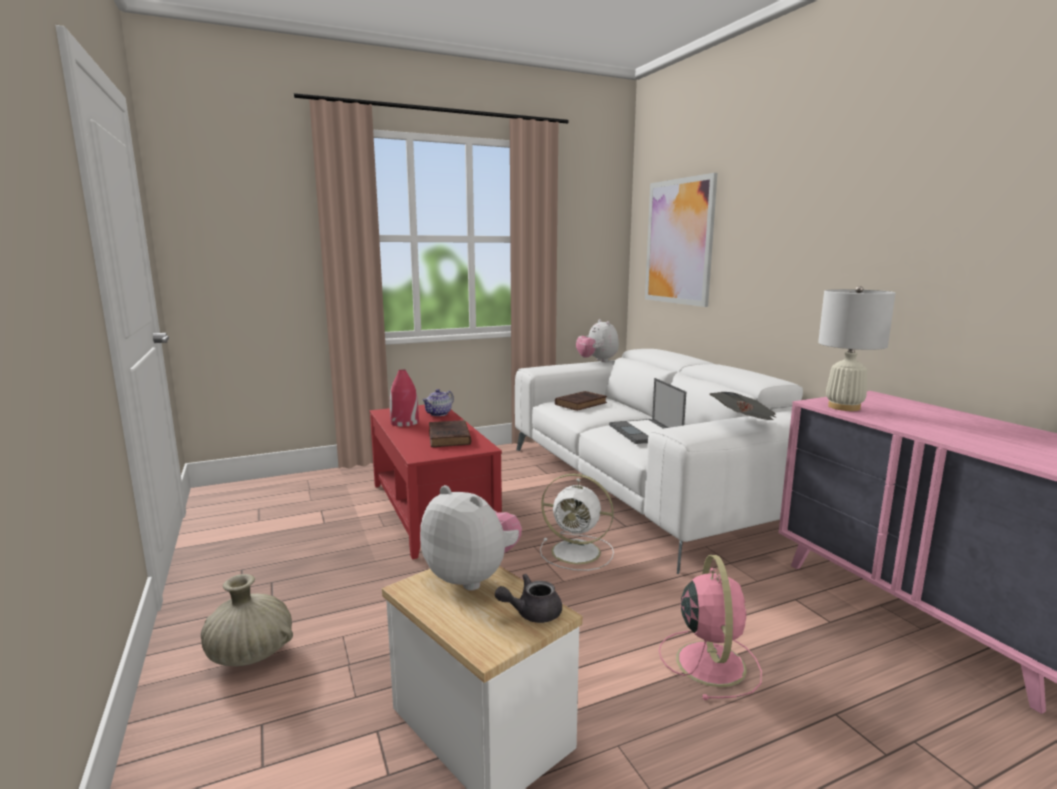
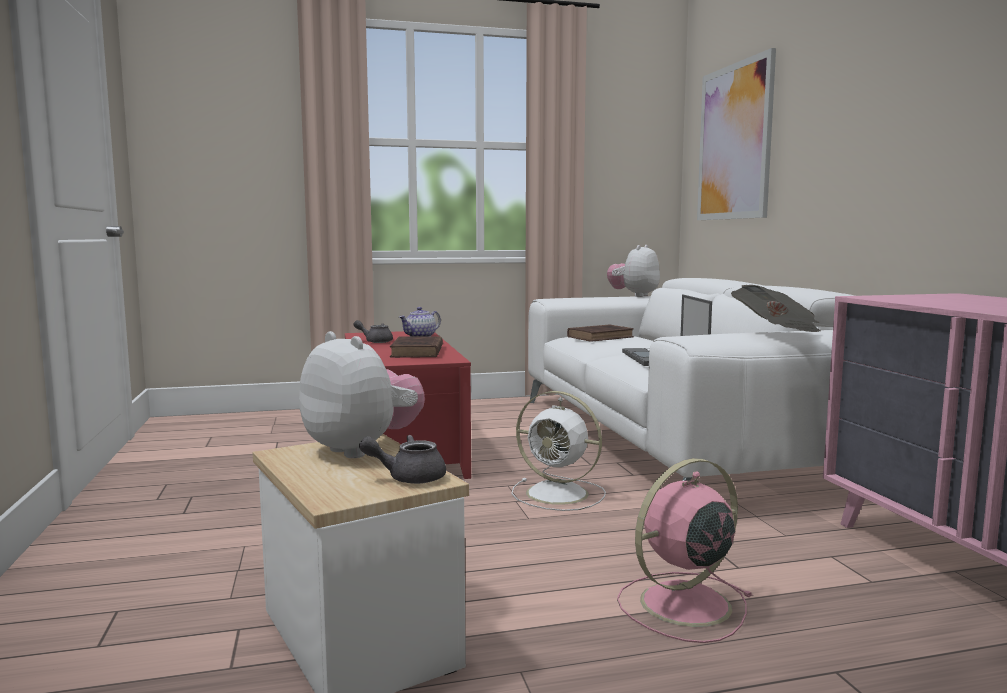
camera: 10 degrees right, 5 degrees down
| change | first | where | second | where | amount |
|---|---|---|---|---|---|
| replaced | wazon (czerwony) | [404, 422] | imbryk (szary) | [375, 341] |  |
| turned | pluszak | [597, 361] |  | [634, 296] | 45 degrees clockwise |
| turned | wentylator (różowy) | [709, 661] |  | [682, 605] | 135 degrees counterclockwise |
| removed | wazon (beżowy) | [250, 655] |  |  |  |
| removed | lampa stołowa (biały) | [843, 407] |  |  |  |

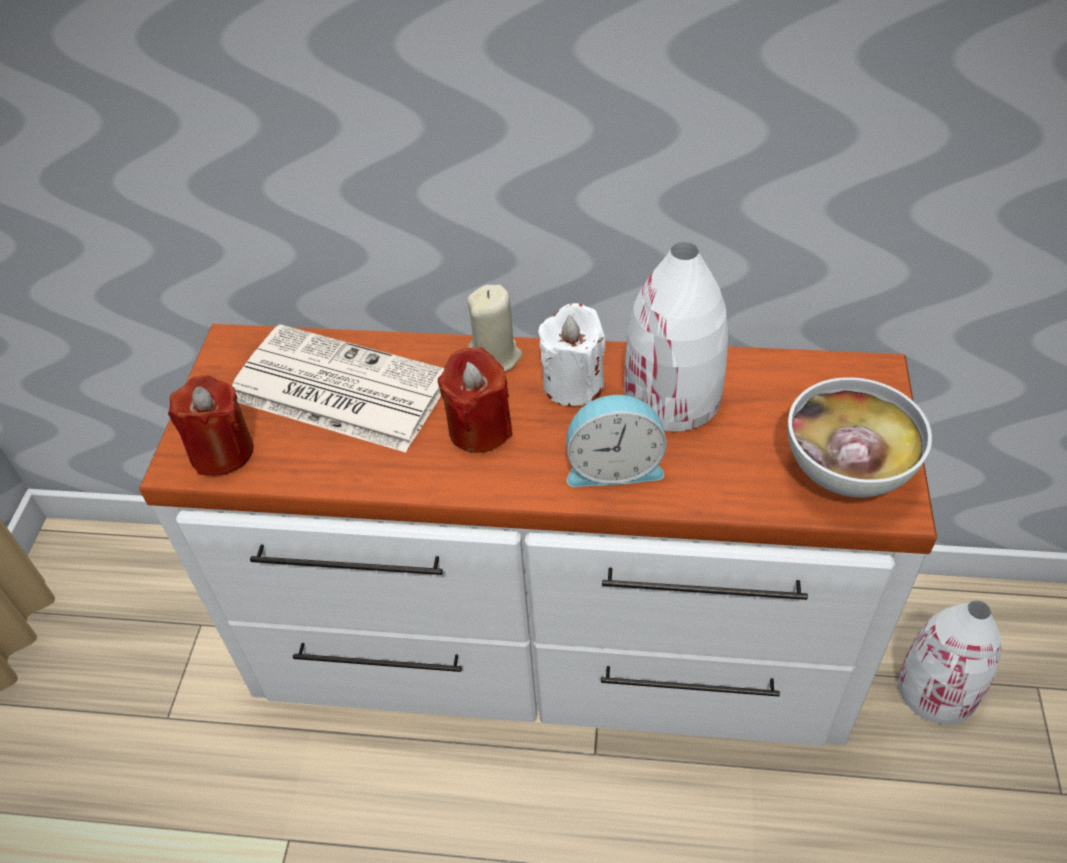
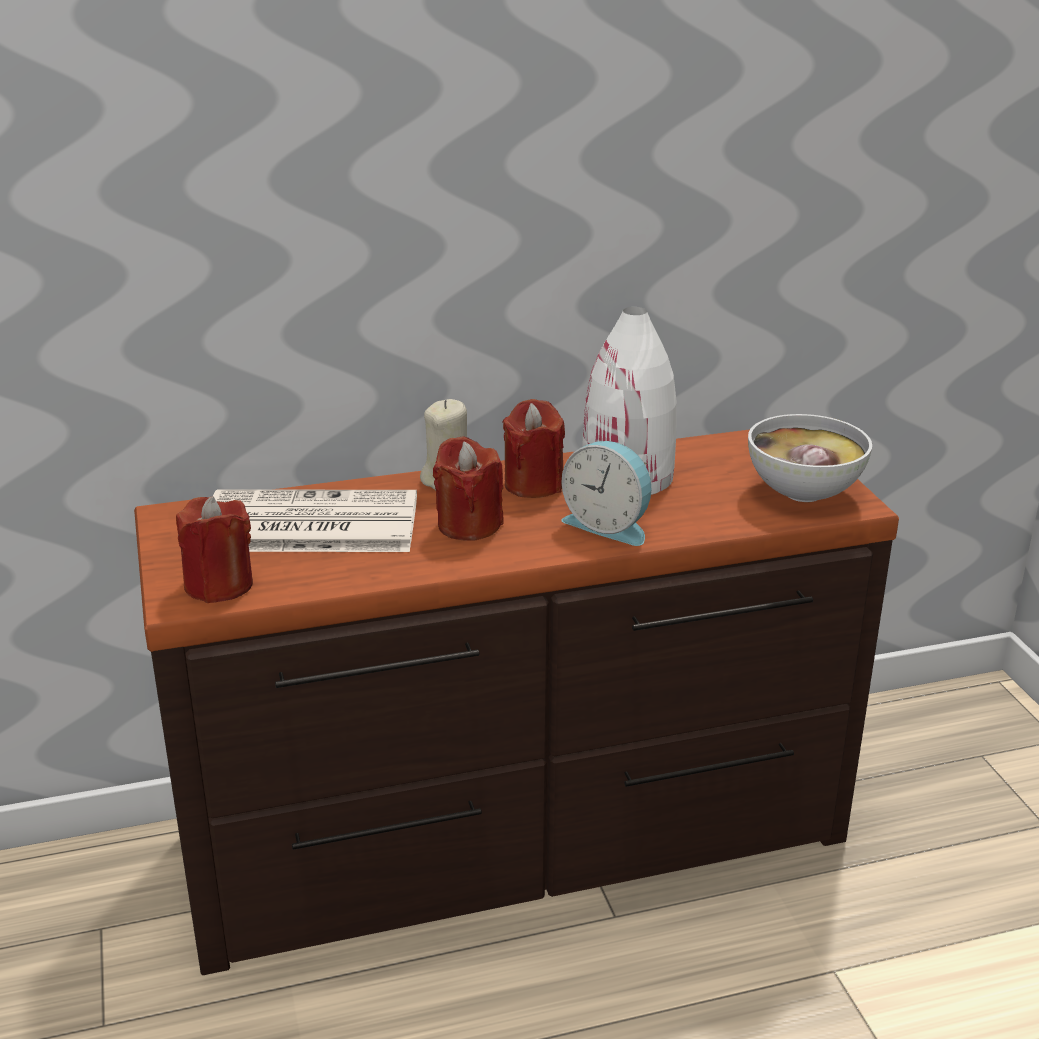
camera: 25 degrees left, 20 degrees down
| change | first | where | second | where | amount |
|---|---|---|---|---|---|
| recoloured | komoda (biały) | [548, 645] | komoda (brązowy) | [517, 841] |  |
| recoloured | świeca (biały) | [573, 384] | świeca (czerwony) | [533, 484] |  |
| turned | budzik | [613, 466] |  | [609, 525] | 60 degrees clockwise |
| removed | wazon (biały) | [938, 688] |  |  |  |

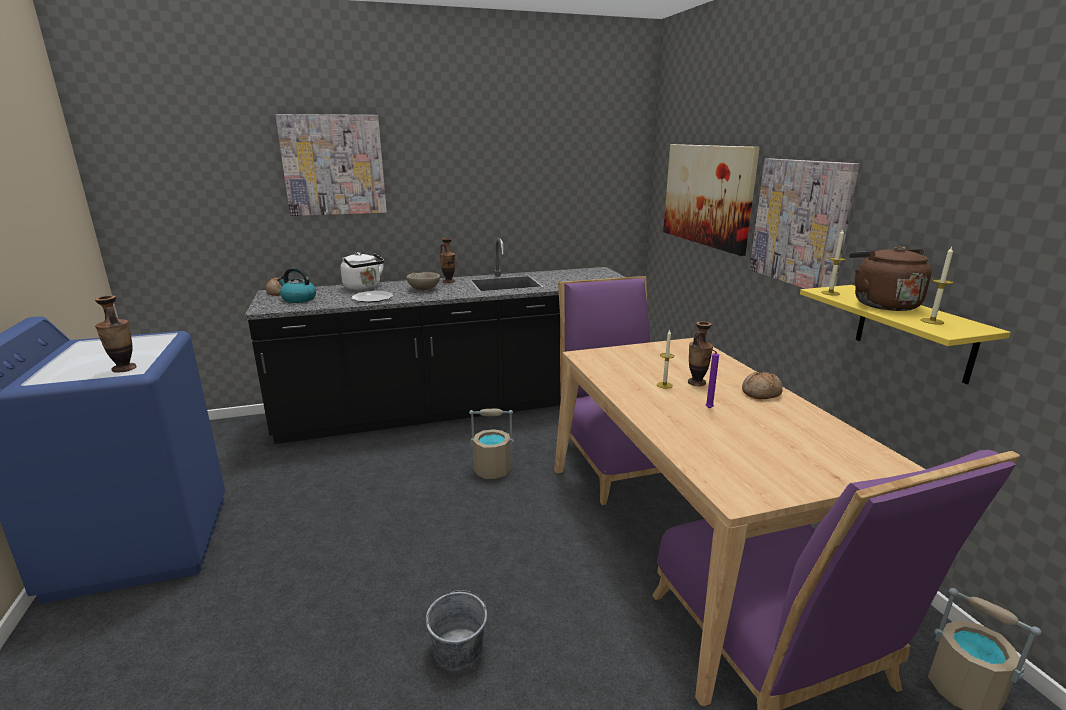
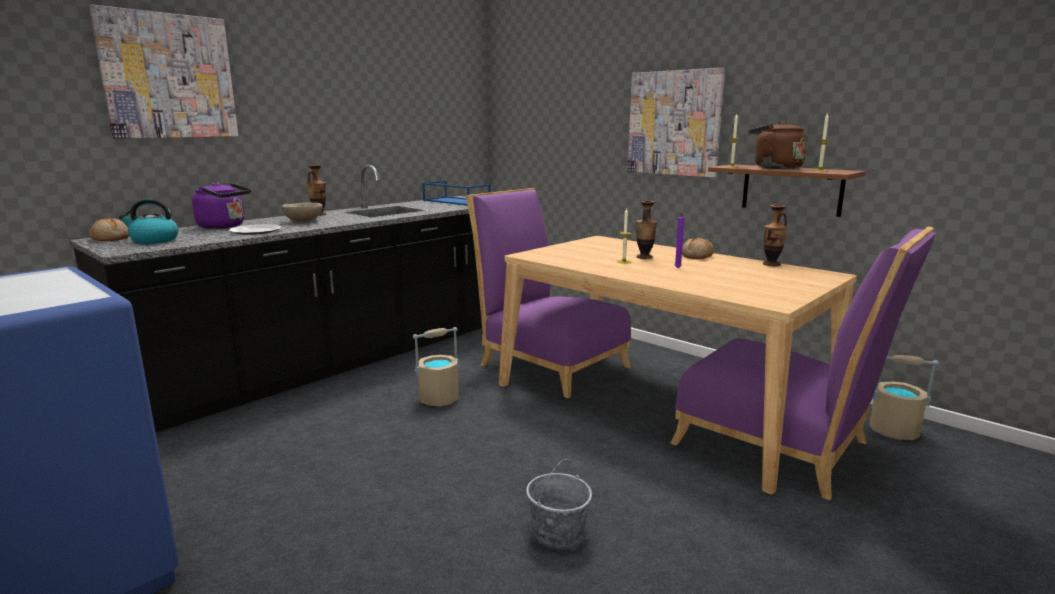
camera: 30 degrees left, 5 degrees down
| change | first | where | second | where | amount |
|---|---|---|---|---|---|
| recoloured | czajnik (biały) | [364, 288] | czajnik (fioletowy) | [224, 226] |  |
| added |  |  | taca (niebieski) | [455, 201] |  |
| recoloured | półka (żółty) | [913, 332] | półka (brązowy) | [791, 189] |  |
| moved | wazon | [124, 368] |  | [771, 264] |  |
| removed | obraz | [707, 195] |  |  |  |

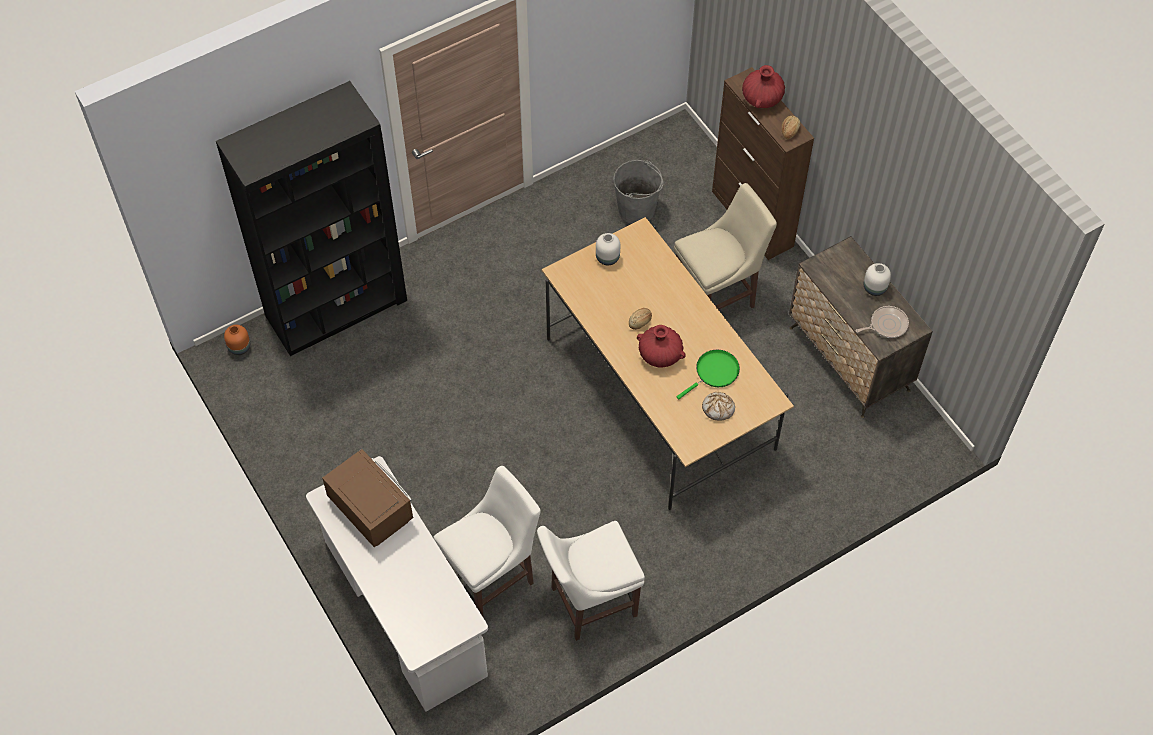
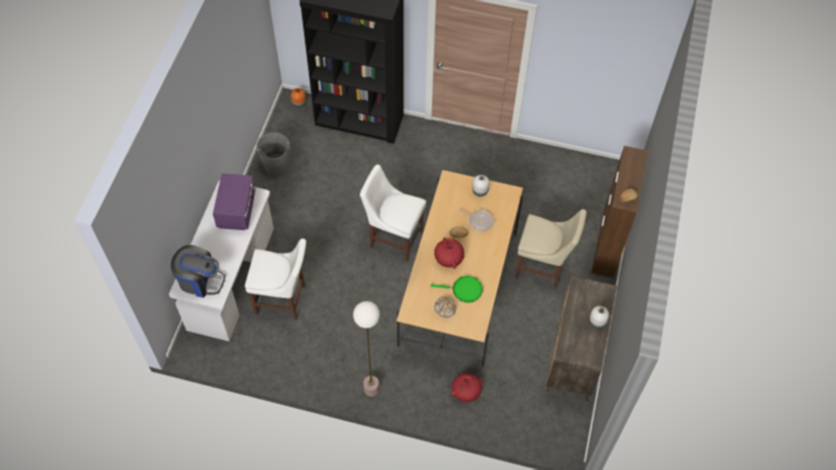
camera: 45 degrees right, 0 degrees up
| change | first | where | second | where | amount |
|---|---|---|---|---|---|
| added |  |  | ekspres do kawy | [200, 280] |  |
| recoloured | mikrofalówka (brązowy) | [371, 509] | mikrofalówka (fioletowy) | [237, 210] |  |
| moved | wiadro (szary) | [636, 209] |  | [276, 165] |  |
| added |  |  | lampa stojąca | [371, 389] |  |
| moved | krzesło (biały) | [589, 602] |  | [393, 238] |  |
| moved | wazon (czerwony) | [762, 98] |  | [466, 391] |  |
| moved | patelnia | [886, 324] |  | [479, 221] |  |

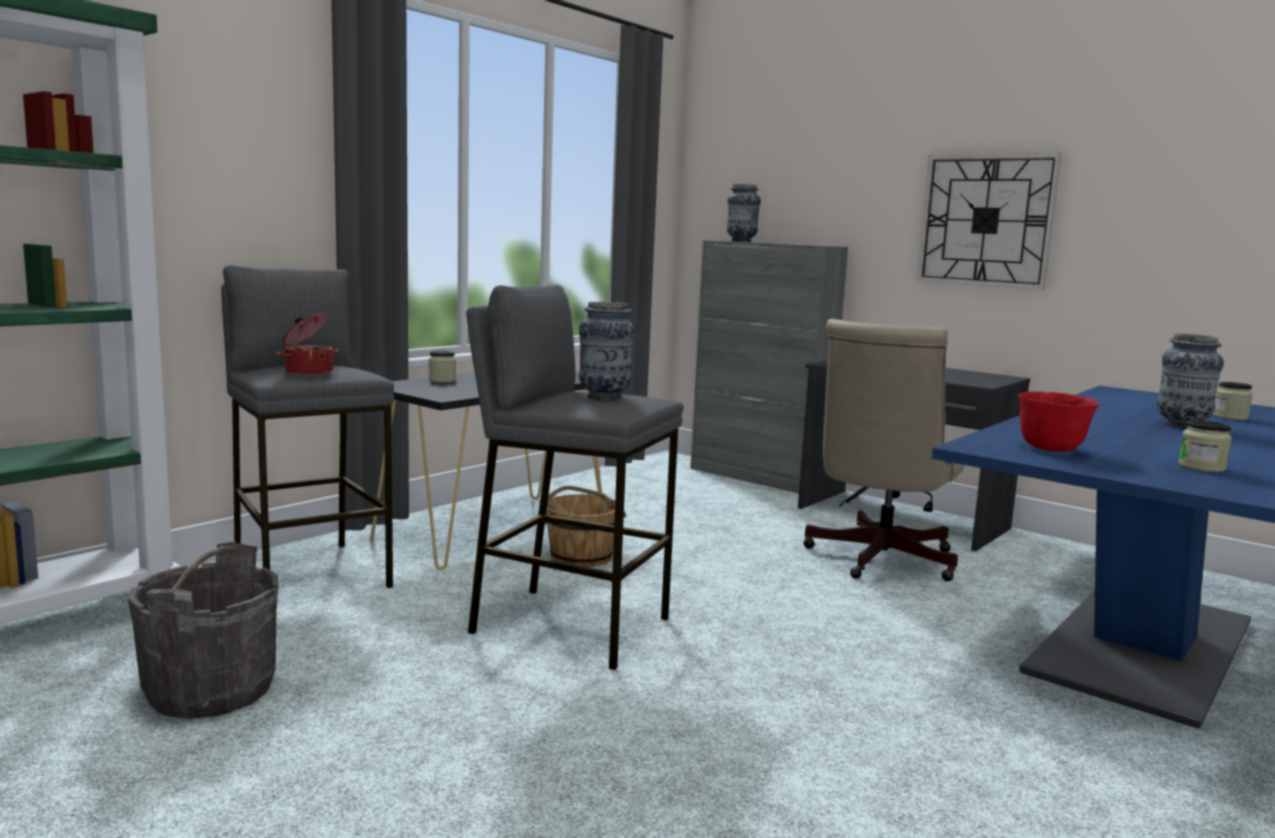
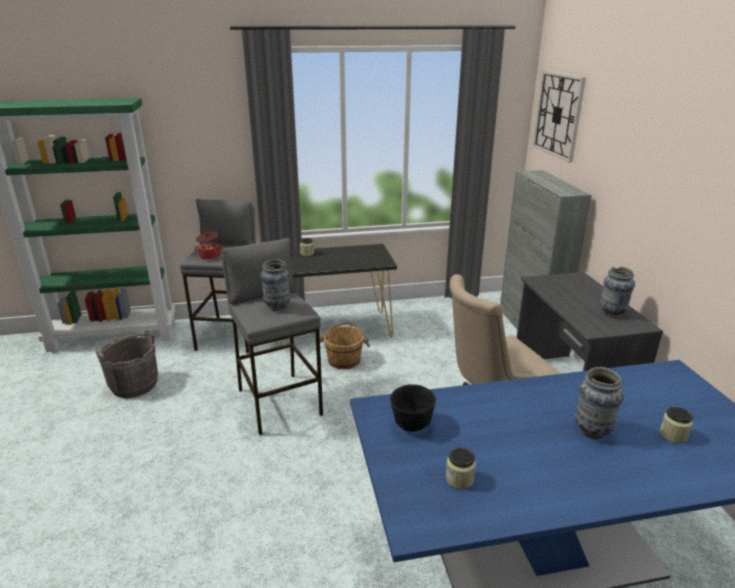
camera: 40 degrees right, 15 degrees up
| change | first | where | second | where | amount |
|---|---|---|---|---|---|
| recoloured | miska (czerwony) | [1052, 449] | miska (czarny) | [412, 425] |  |
| moved | zegar ścienny | [986, 220] |  | [558, 115] |  |
| moved | wazon | [741, 241] |  | [612, 313] |  |

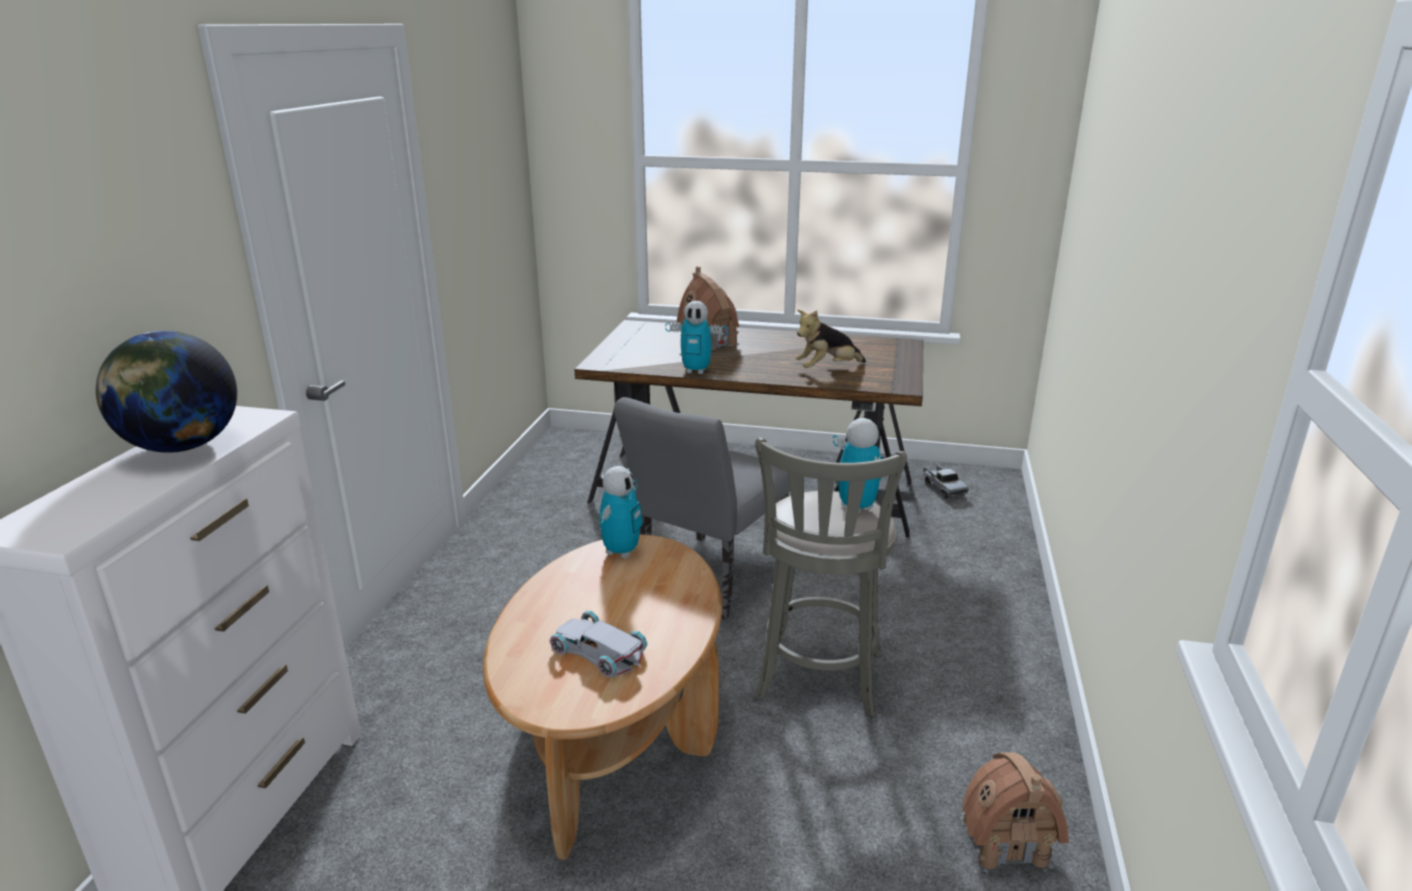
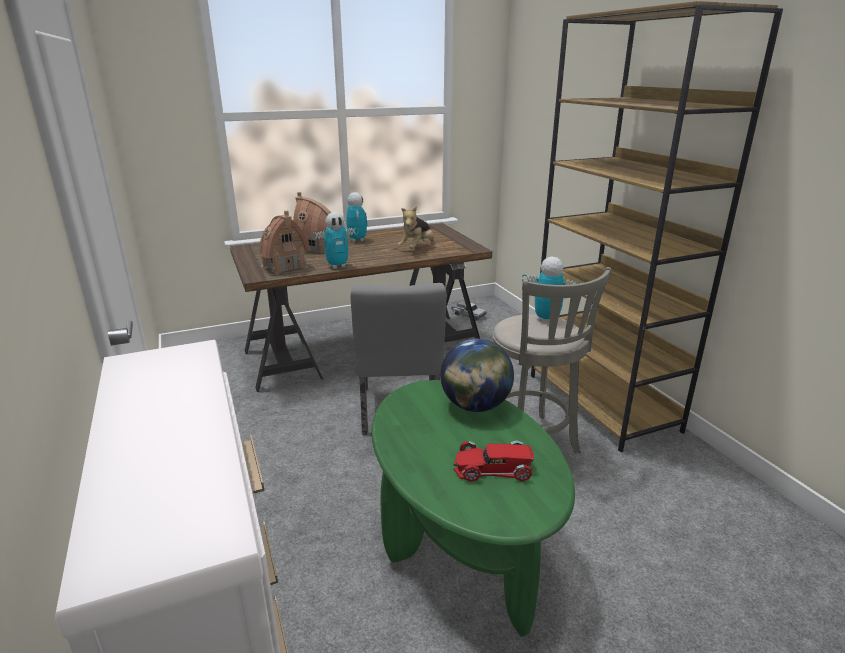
camera: 35 degrees left, 0 degrees up
| change | first | where | second | where | amount |
|---|---|---|---|---|---|
| moved | domek | [1005, 841] |  | [284, 266] |  |
| moved | robot zabawkowy | [621, 551] |  | [357, 240] |  |
| recoloured | ława (brązowy) | [615, 740] | ława (zielony) | [461, 539] |  |
| moved | globus | [182, 447] |  | [475, 406] |  |
| recoloured | samochodzik (biały) | [598, 650] | samochodzik (czerwony) | [492, 467] |  |
| added |  |  | regał (brązowy) | [602, 402] |  |

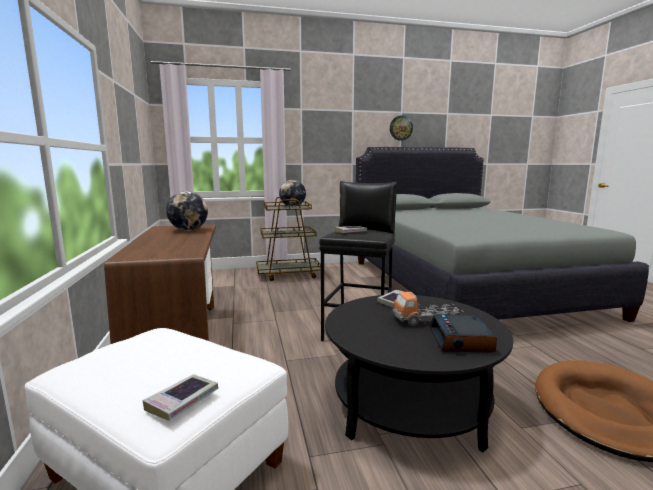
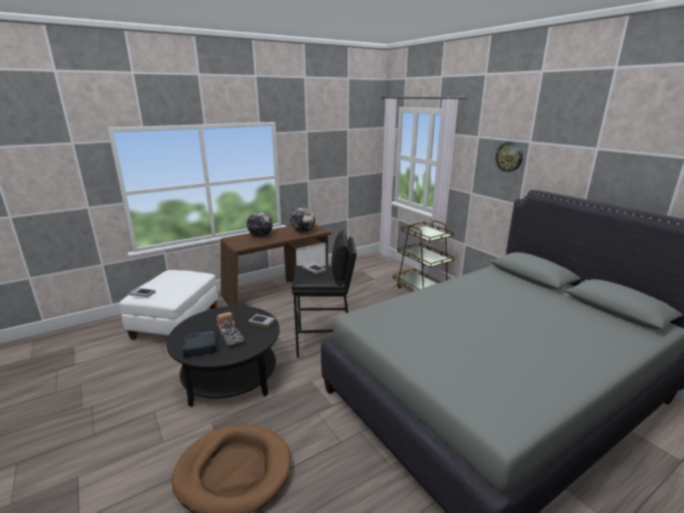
camera: 70 degrees right, 10 degrees up
| change | first | where | second | where | amount |
|---|---|---|---|---|---|
| moved | globus | [292, 206] |  | [260, 236] |  |
| moved | zegar ścienny | [400, 128] |  | [509, 157] |  |

